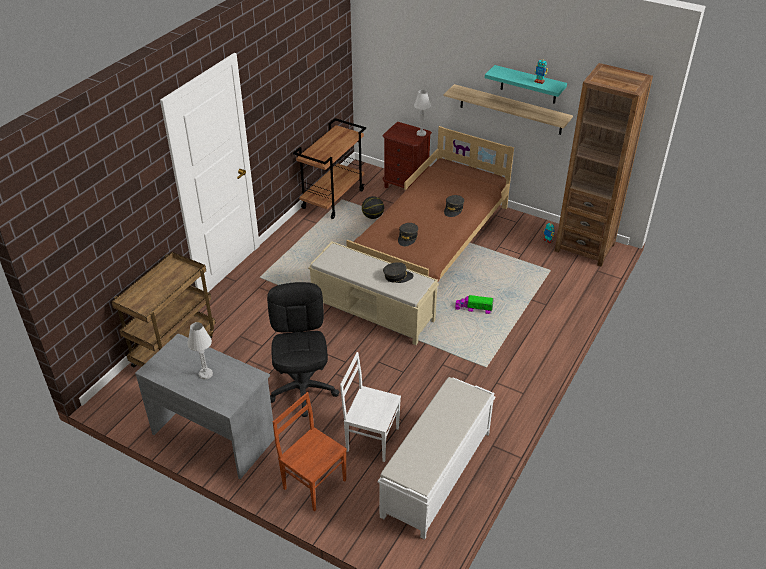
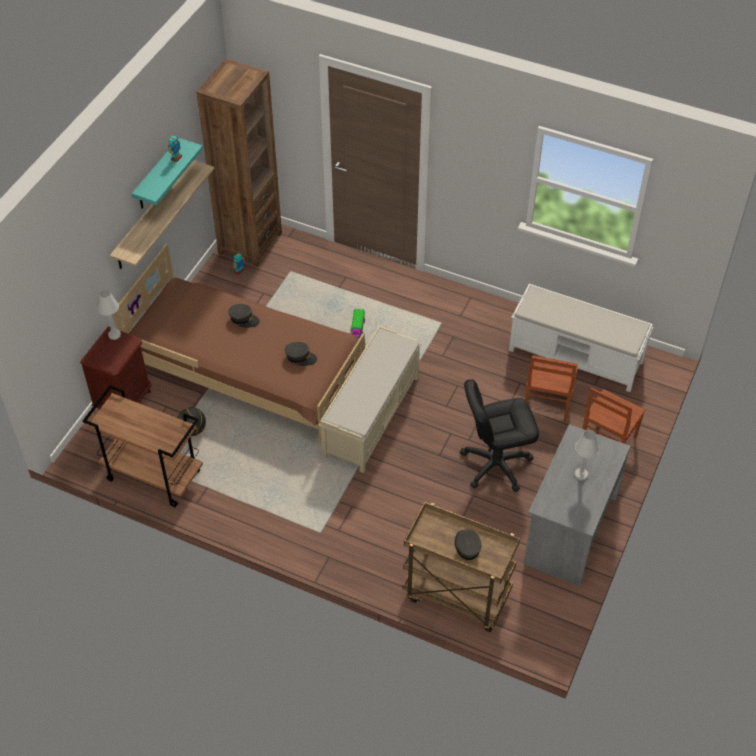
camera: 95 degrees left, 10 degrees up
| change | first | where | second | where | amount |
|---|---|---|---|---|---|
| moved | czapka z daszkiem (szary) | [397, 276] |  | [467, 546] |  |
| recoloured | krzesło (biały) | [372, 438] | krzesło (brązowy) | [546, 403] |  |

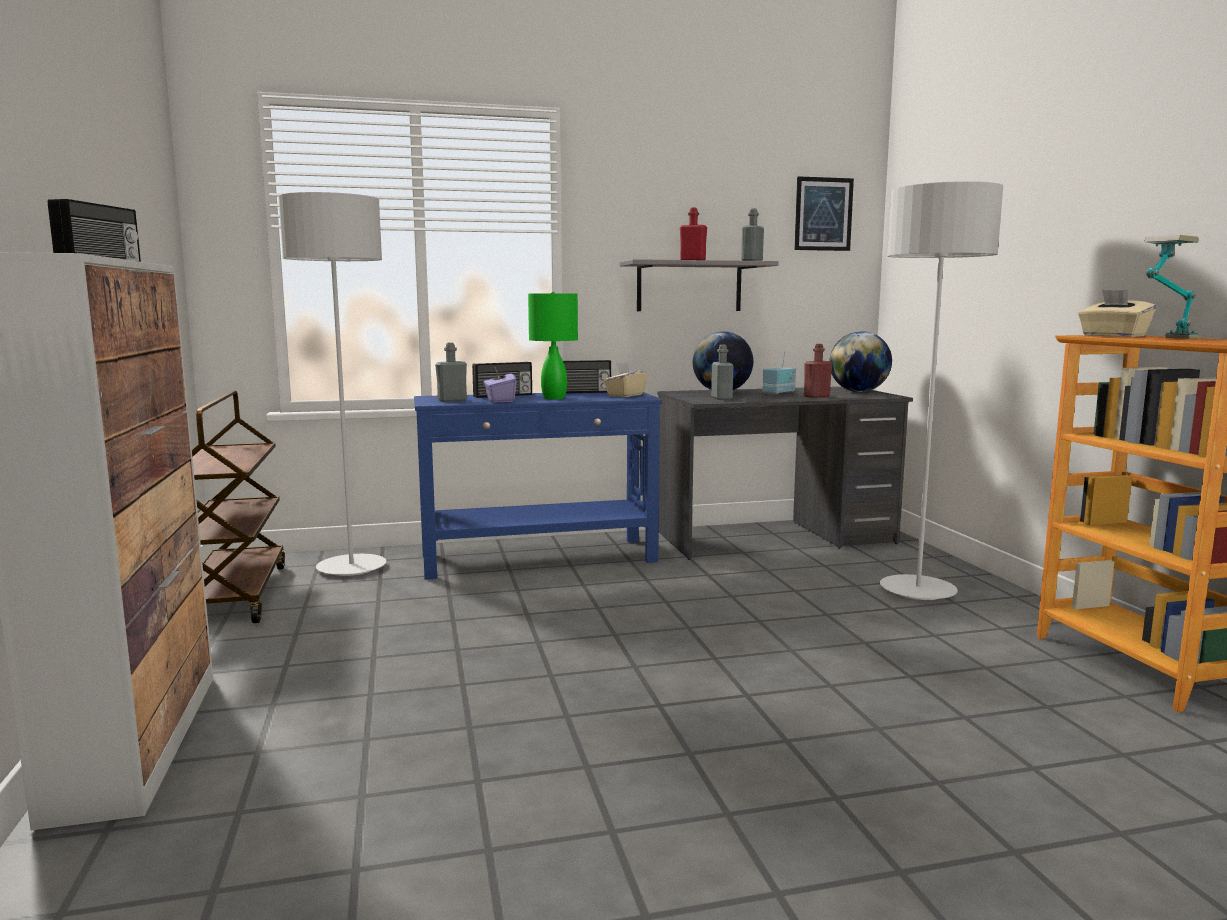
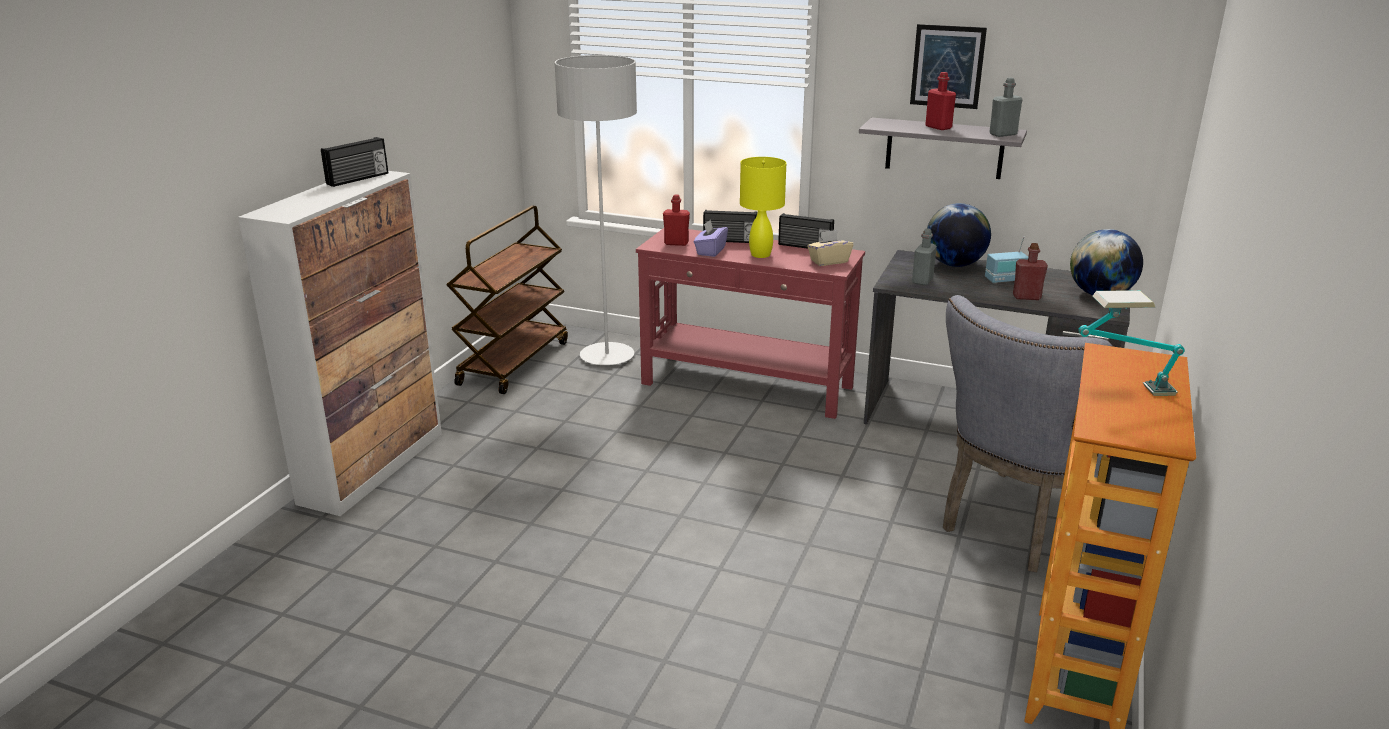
camera: 35 degrees right, 15 degrees up
| change | first | where | second | where | amount |
|---|---|---|---|---|---|
| recoloured | stolik konsolowy (niebieski) | [540, 558] | stolik konsolowy (czerwony) | [747, 386] |  |
| recoloured | butelka (szary) | [452, 400] | butelka (czerwony) | [676, 243] |  |
| recoloured | lampa stołowa (zielony) | [555, 398] | lampa stołowa (żółty) | [761, 255] |  |
| moved | obraz | [823, 214] |  | [947, 66] |  |
| replaced | lampa stojąca (szary) | [917, 591] | krzesło (szary) | [1017, 526] |  |
| removed | pudełko chusteczek (beżowy) | [1113, 336] |  |  |  |

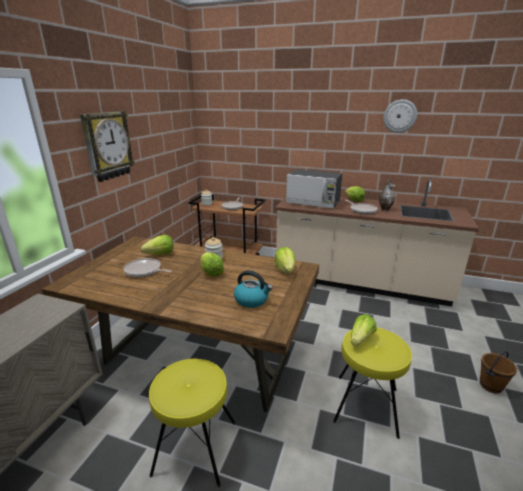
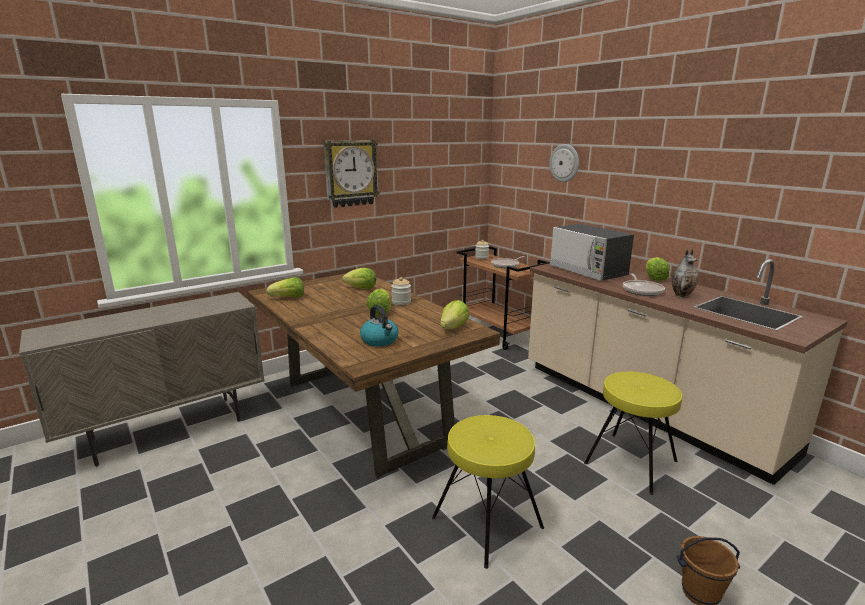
camera: 35 degrees right, 5 degrees down
| change | first | where | second | where | amount |
|---|---|---|---|---|---|
| moved | sałata | [361, 339] |  | [288, 298] |  |
| moved | zegar ścienny | [400, 116] |  | [564, 163] |  |
| moved | stołek (żółty) | [195, 447] |  | [630, 462] |  |
| removed | patelnia | [144, 271] |  |  |  |

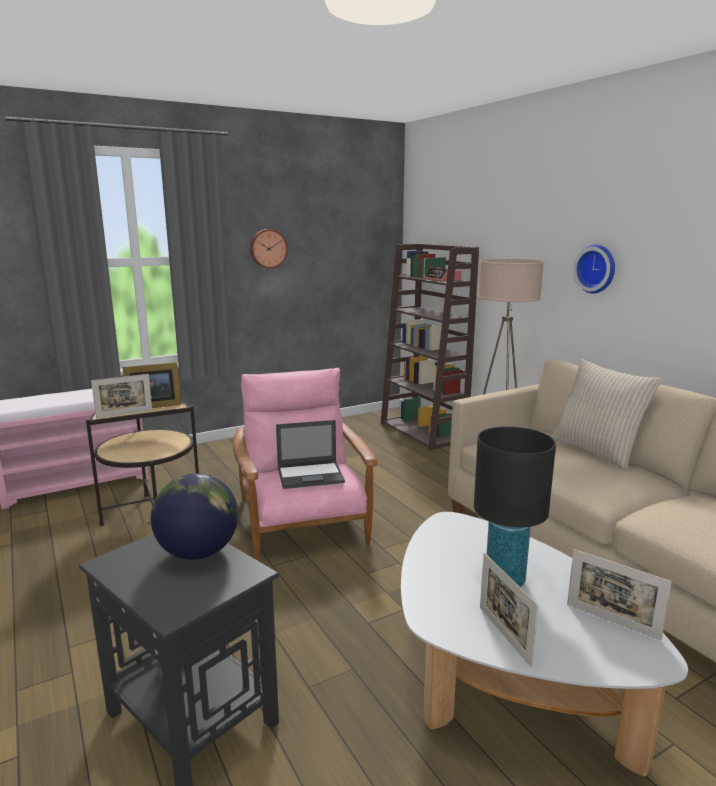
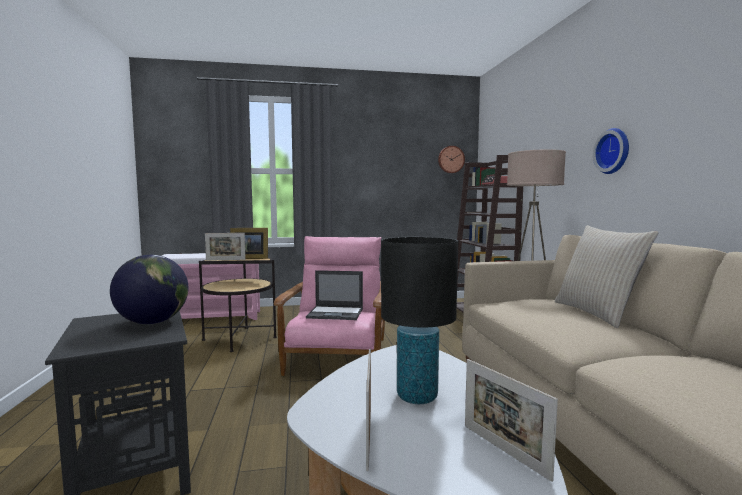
camera: 20 degrees right, 10 degrees down
| change | first | where | second | where | amount |
|---|---|---|---|---|---|
| moved | zegar ścienny | [268, 248] |  | [450, 159] |  |

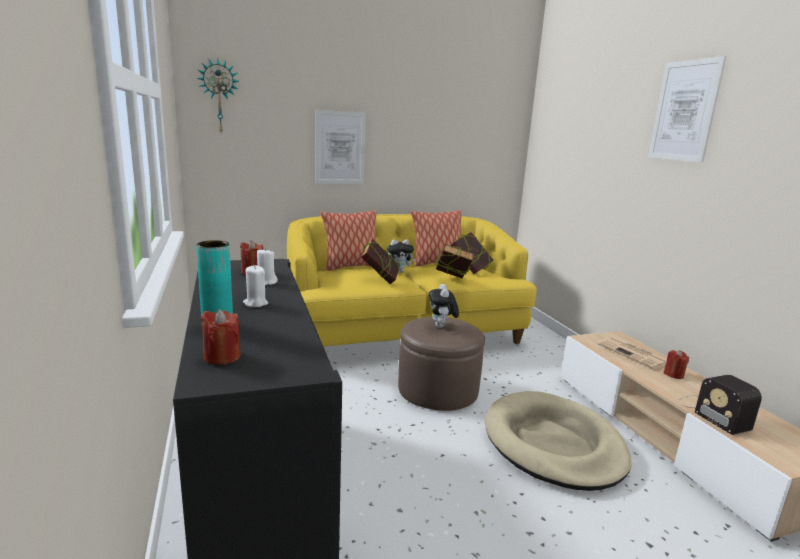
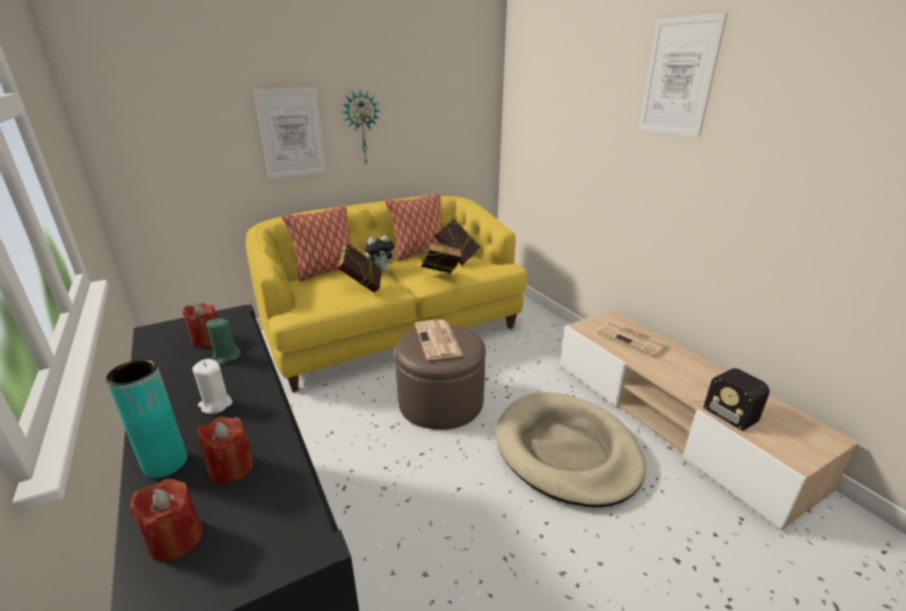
camera: 10 degrees left, 10 degrees up
| change | first | where | second | where | amount |
|---|---|---|---|---|---|
| moved | świeca (czerwony) | [673, 374] |  | [231, 468] |  |
| recoloured | świeca (biały) | [266, 282] | świeca (zielony) | [226, 357] |  |
| moved | zegar ścienny | [219, 97] |  | [361, 128] |  |
| replaced | pluszak | [441, 327] | gazeta | [438, 340] |  |

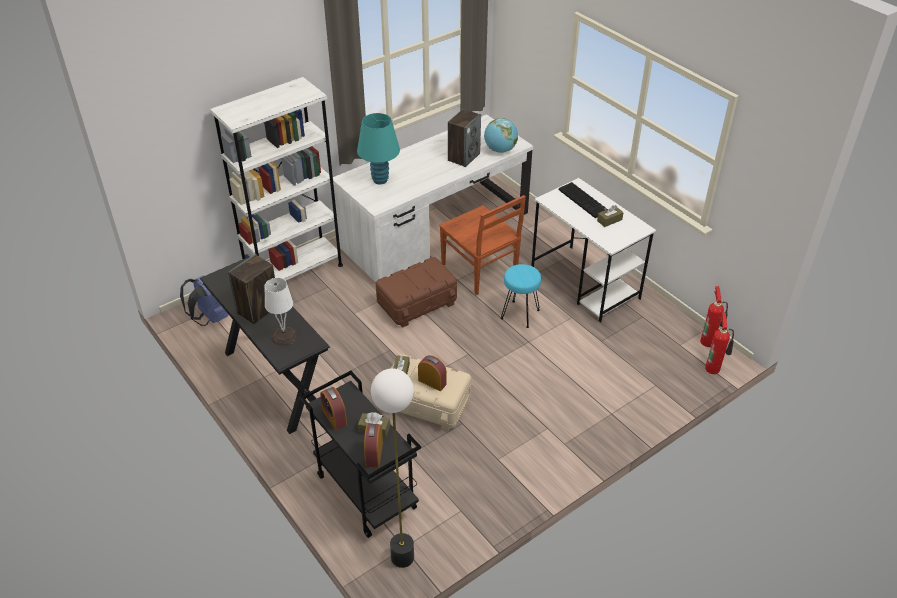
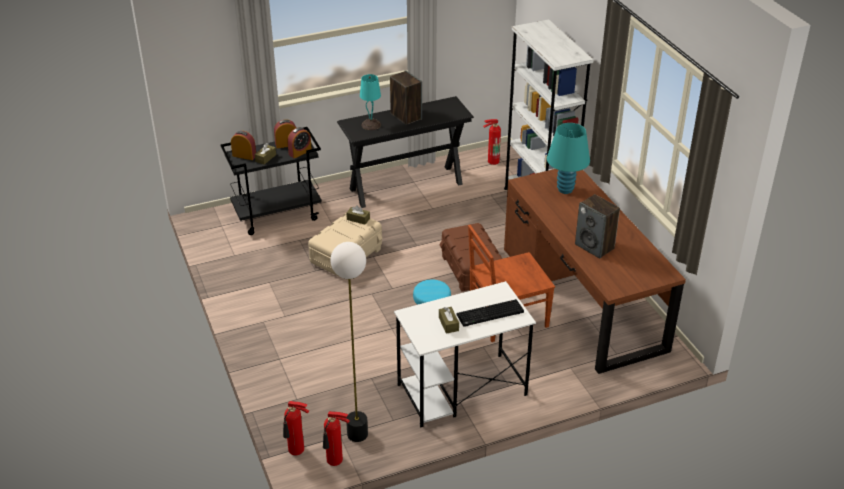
camera: 105 degrees right, 5 degrees down
| change | first | where | second | where | amount |
|---|---|---|---|---|---|
| moved | budzik | [432, 382] |  | [300, 152] |  |
| moved | lampa stojąca | [403, 557] |  | [357, 434] |  |
| recoloured | lampa stołowa (biały) | [283, 336] | lampa stołowa (turkusowy) | [371, 124] |  |
| replaced | plecak (niebieski) | [209, 318] | gaśnica | [492, 161] |  |
| recoloured | biurko (biały) | [435, 230] | biurko (brązowy) | [582, 299] |  |
| removed | globus | [500, 150] |  |  |  |

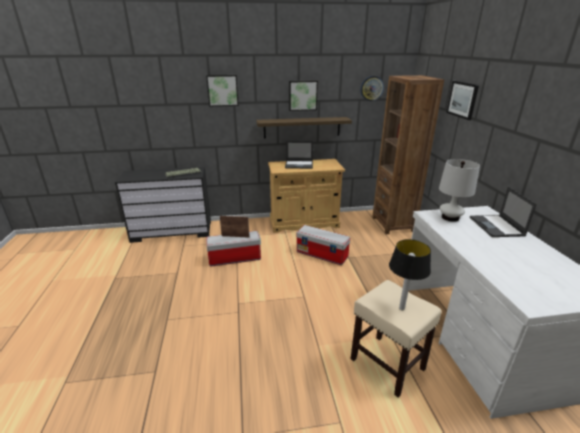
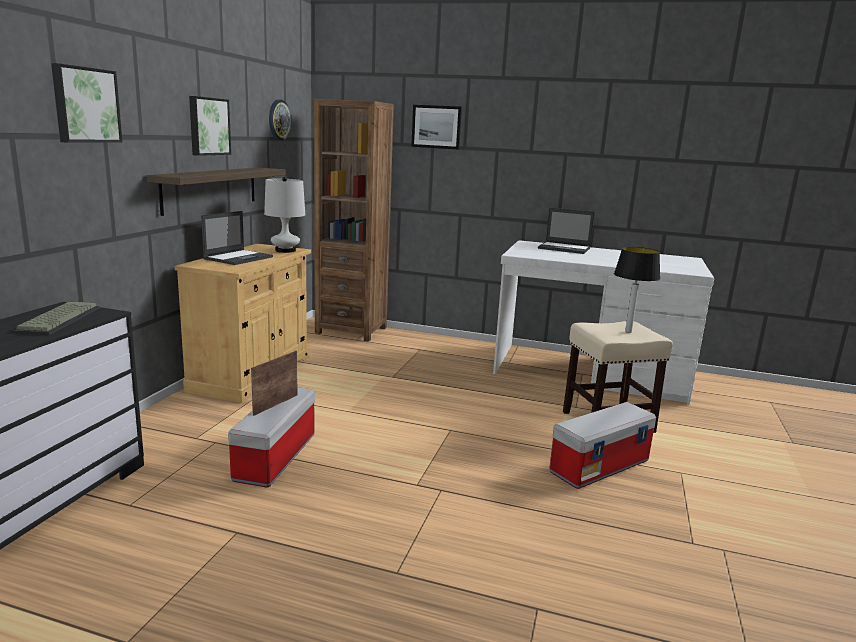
camera: 65 degrees left, 10 degrees down
| change | first | where | second | where | amount |
|---|---|---|---|---|---|
| moved | lampa stołowa (biały) | [450, 217] |  | [285, 250] |  |
| moved | pojemnik do przechowywania | [322, 254] |  | [600, 466] |  |

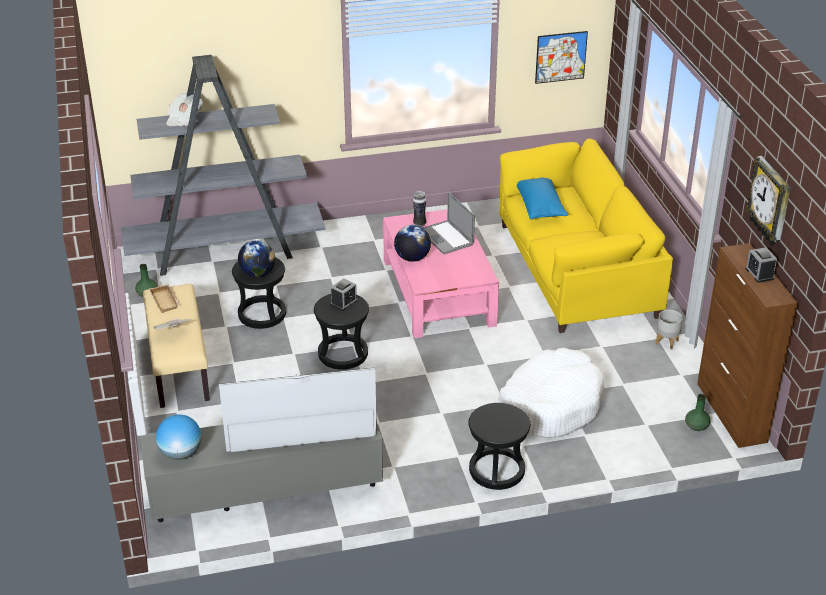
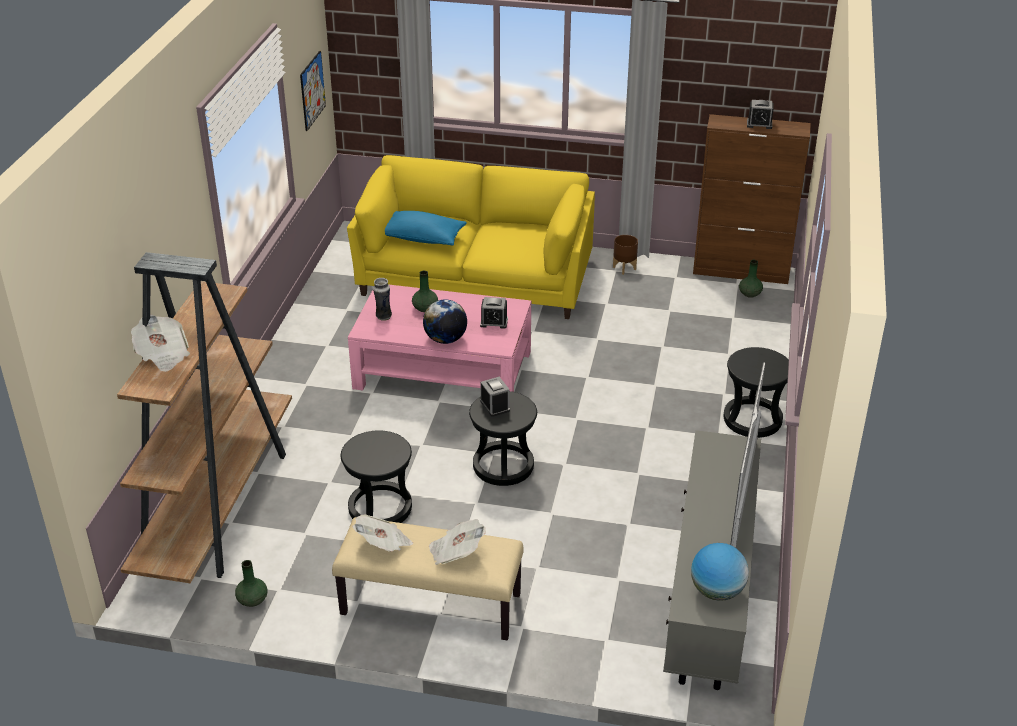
camera: 65 degrees left, 0 degrees up
| change | first | where | second | where | amount |
|---|---|---|---|---|---|
| recoloured | regał (szary) | [226, 250] | regał (brązowy) | [217, 505] |  |
| replaced | taca (beżowy) | [166, 301] | gazeta | [384, 544] |  |
| replaced | laptop | [446, 237] | wazon (zielony) | [425, 308] |  |
| added |  |  | budzik | [494, 322] |  |
| recoloured | donica (szary) | [667, 342] | donica (brązowy) | [624, 268] |  |
| removed | globus | [257, 273] |  |  |  |
| removed | legowisko (biały) | [550, 405] |  |  |  |
| removed | zegar ścienny | [770, 202] |  |  |  |

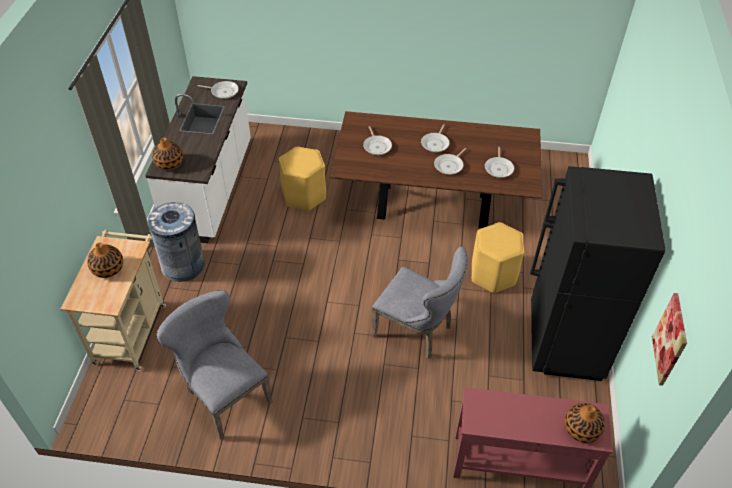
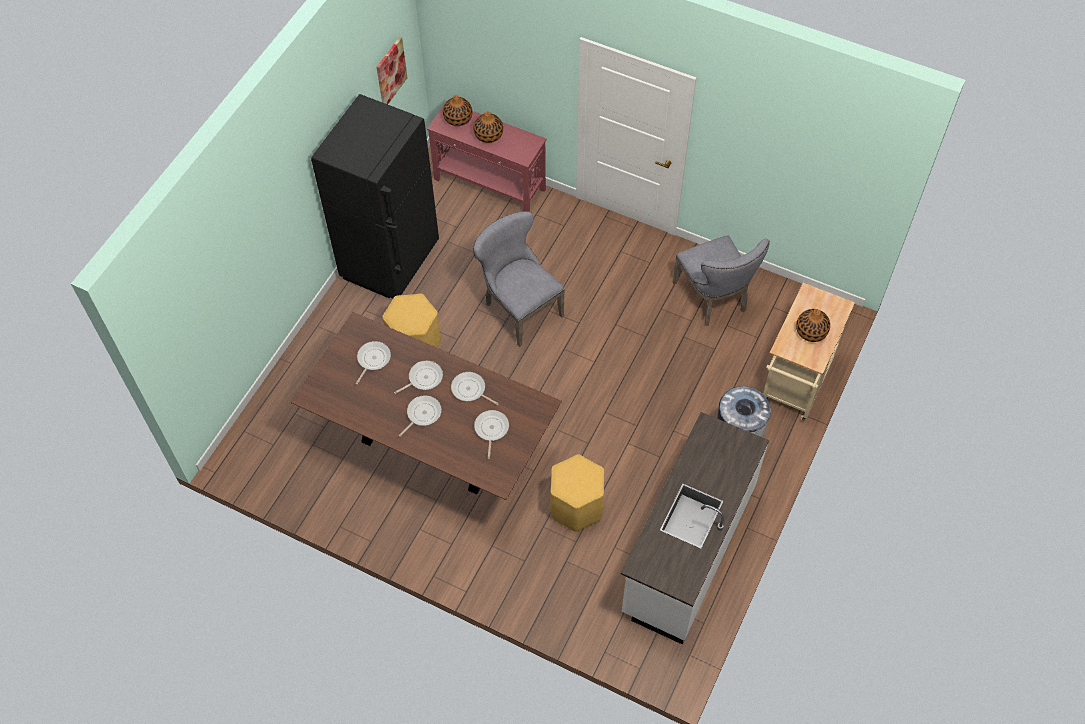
camera: 160 degrees left, 10 degrees up
| change | first | where | second | where | amount |
|---|---|---|---|---|---|
| moved | patelnia | [223, 91] |  | [470, 390] |  |
| moved | wazon | [169, 163] |  | [489, 135] |  |

